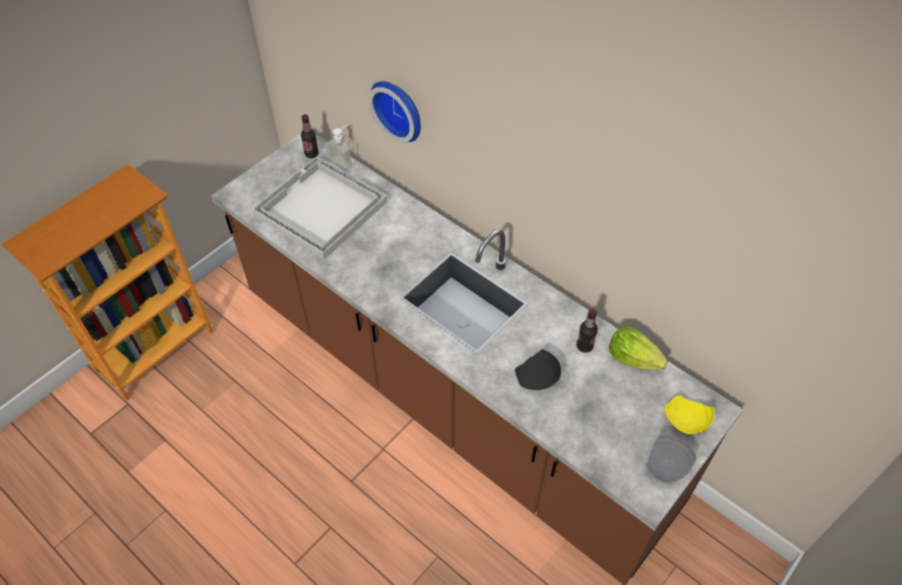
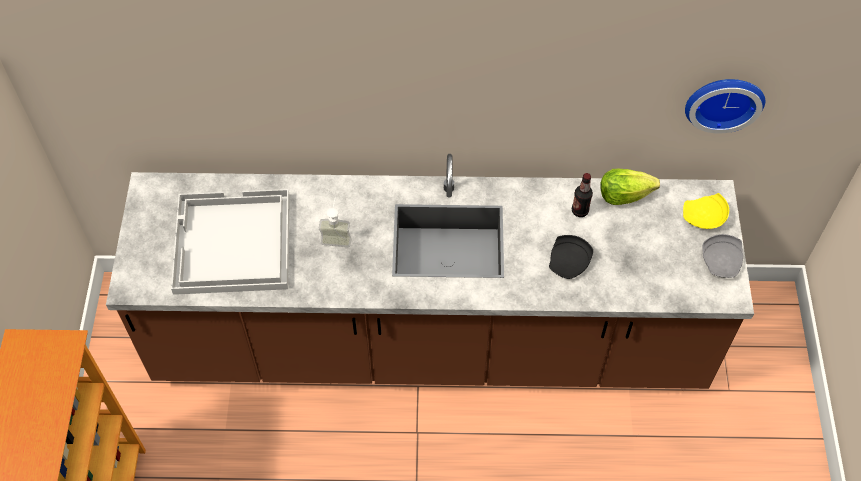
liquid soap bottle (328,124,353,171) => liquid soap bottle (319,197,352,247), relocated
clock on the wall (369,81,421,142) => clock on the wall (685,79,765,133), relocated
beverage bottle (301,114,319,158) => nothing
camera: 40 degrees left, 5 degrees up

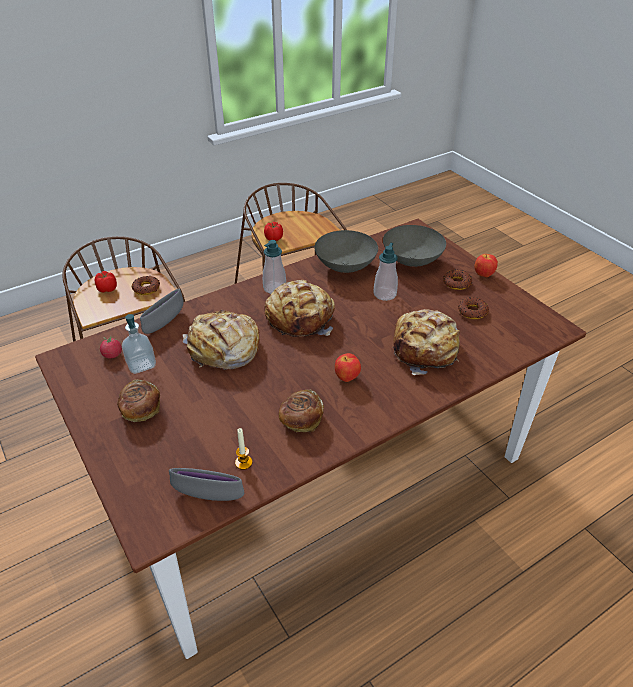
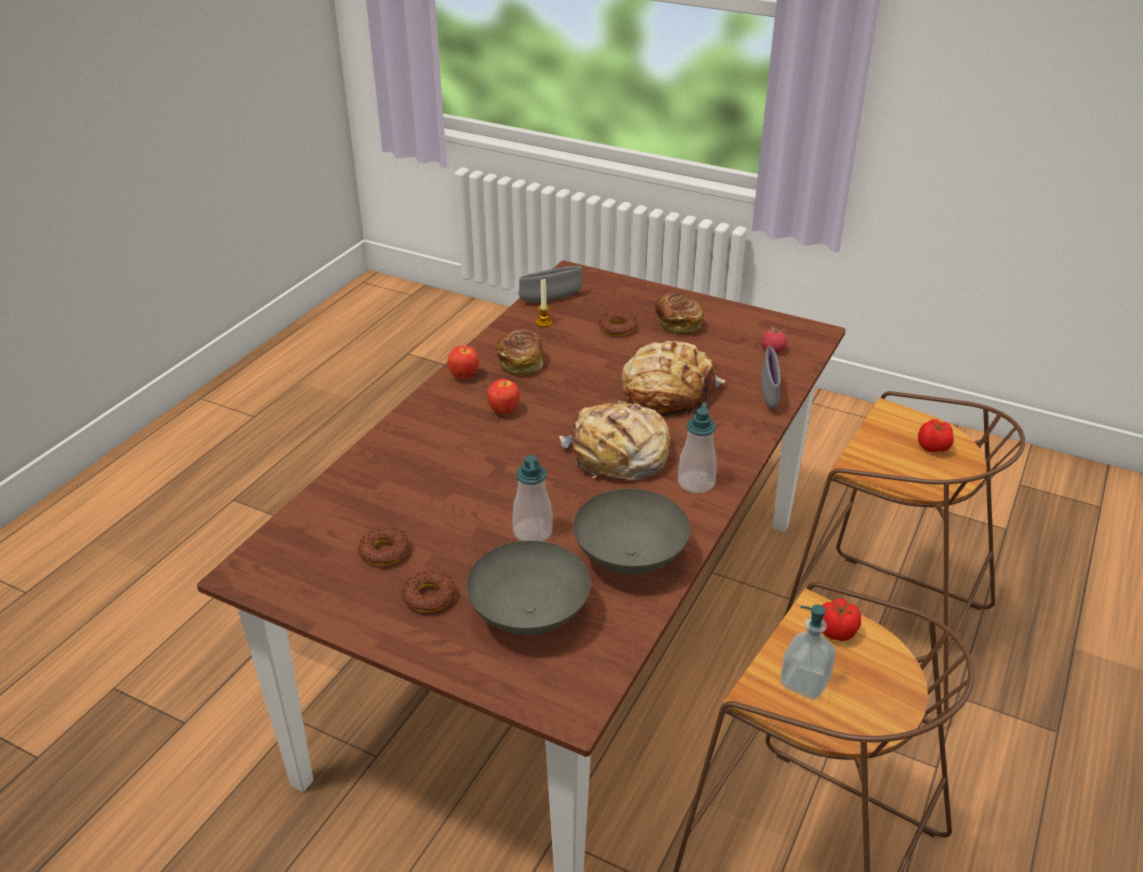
apple fruit (474,254,498,278) => apple fruit (448,346,479,379), relocated
donut (131,276,160,295) => donut (598,311,637,336), relocated
liquid soap bottle (122,314,156,374) => liquid soap bottle (780,605,836,699), relocated
bread (393,309,460,375) => nothing
camera: 150 degrees right, 5 degrees down

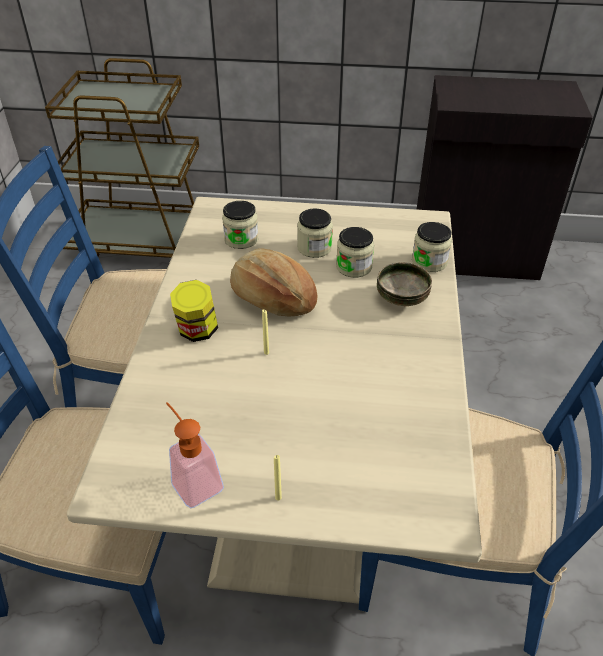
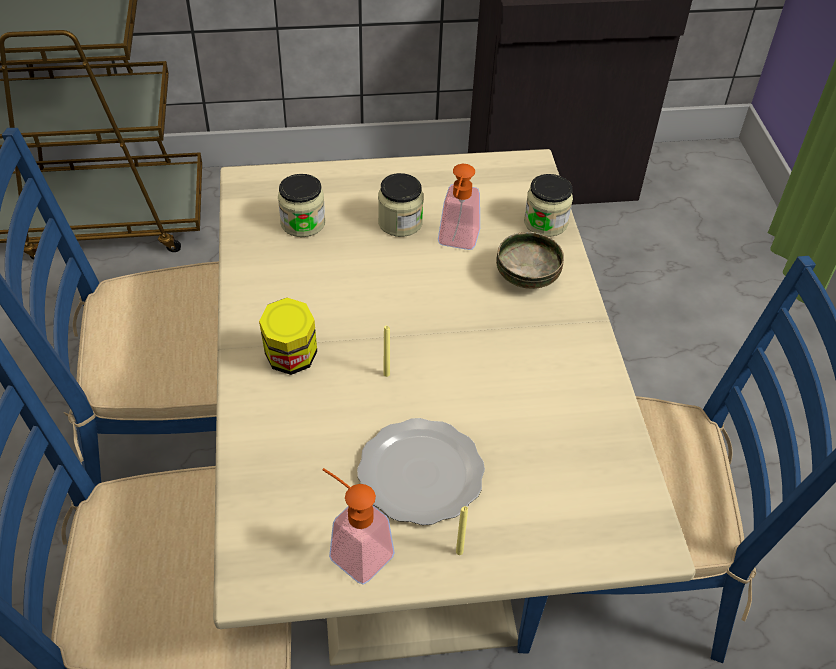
nothing => flat dish (357,418,485,525)
jar (336,227,374,278) => liquid soap bottle (438,164,480,250)
bread (230,248,318,316) => nothing
camera: 15 degrees left, 5 degrees up

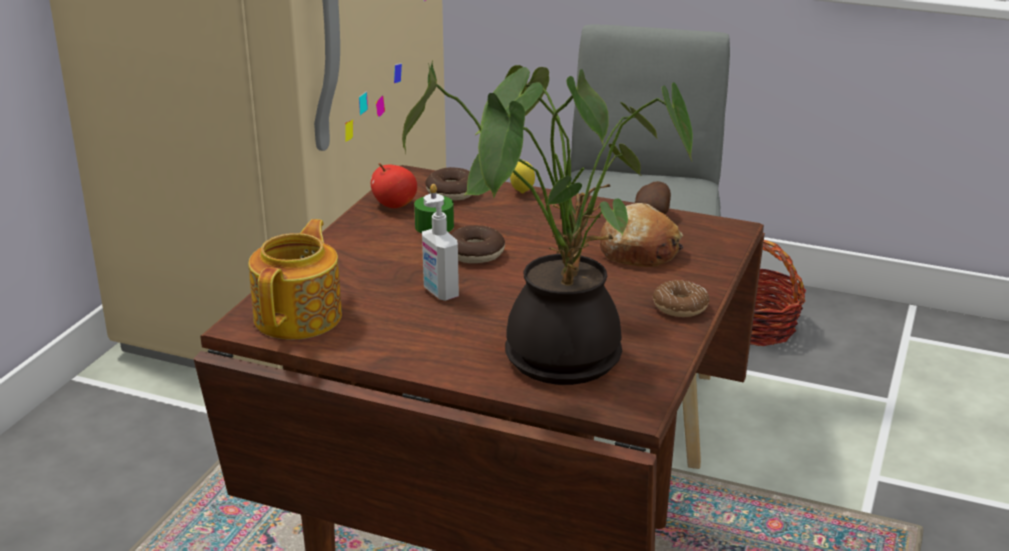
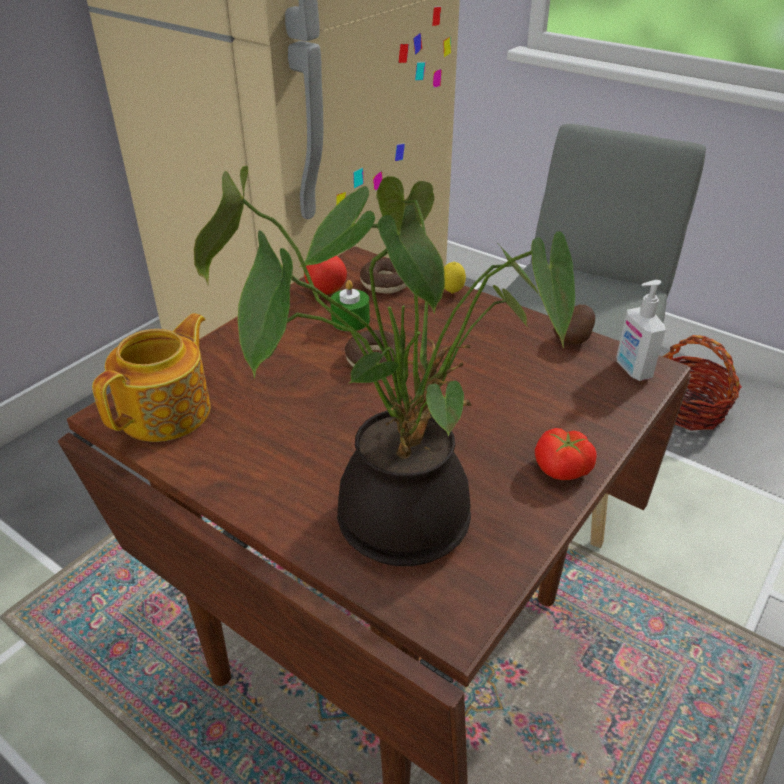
donut (653,280,710,317) => tomato (535,428,597,480)
liquid soap bottle (422,197,459,301) => liquid soap bottle (616,280,666,381), relocated
bread (600,203,683,267) => nothing
camera: 15 degrees right, 10 degrees up

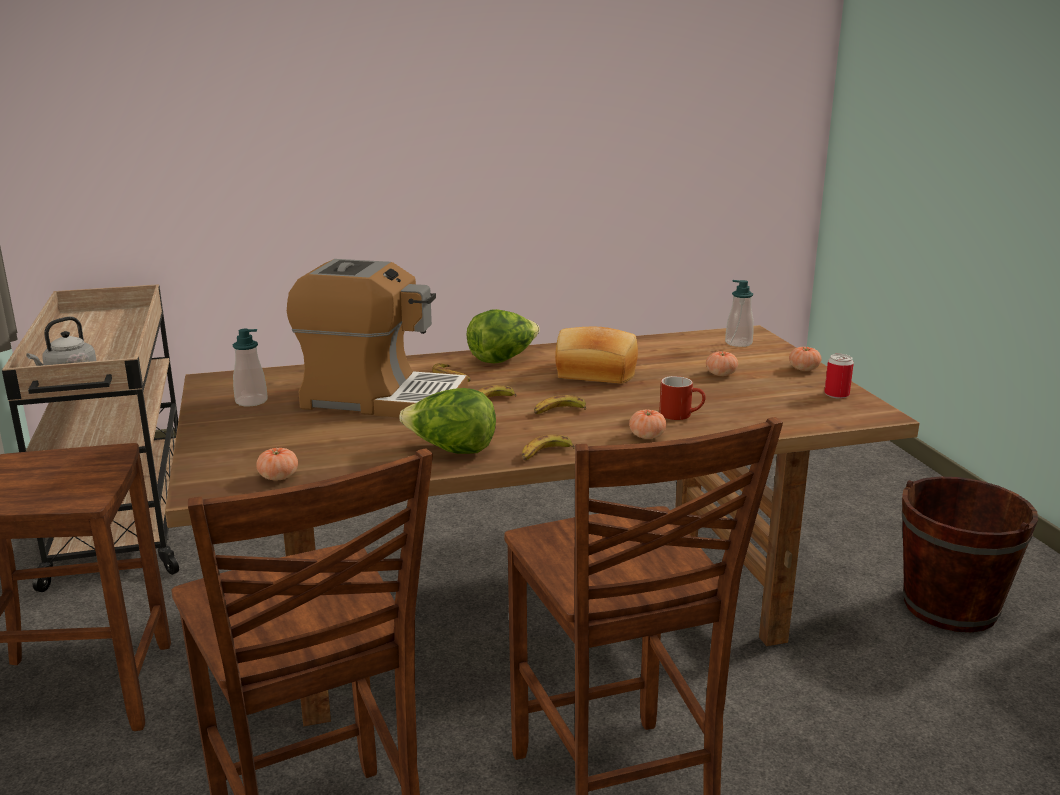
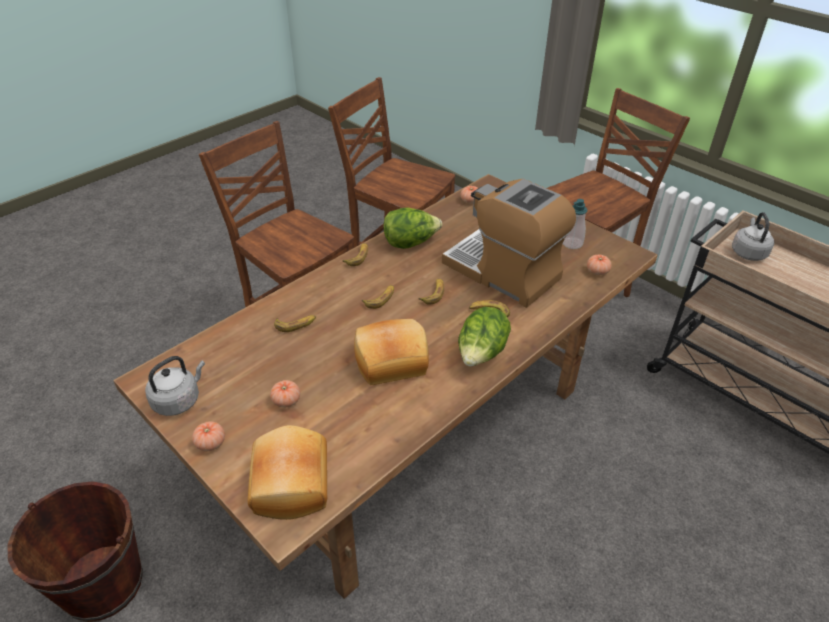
can (824,354,854,399) => tea kettle (grey) (145,356,205,416)
liquid soap bottle (725,280,754,347) => bread (248,425,327,520)
coffee mug (reddish) (659,376,706,420) => banana (274,315,316,332)
coffee brewer (287,259,468,418) => coffee brewer (442,179,576,308), 60 degrees clockwise
tomato (629,410,666,439) => tomato (587,254,612,275), relocated
camera: 150 degrees right, 20 degrees up

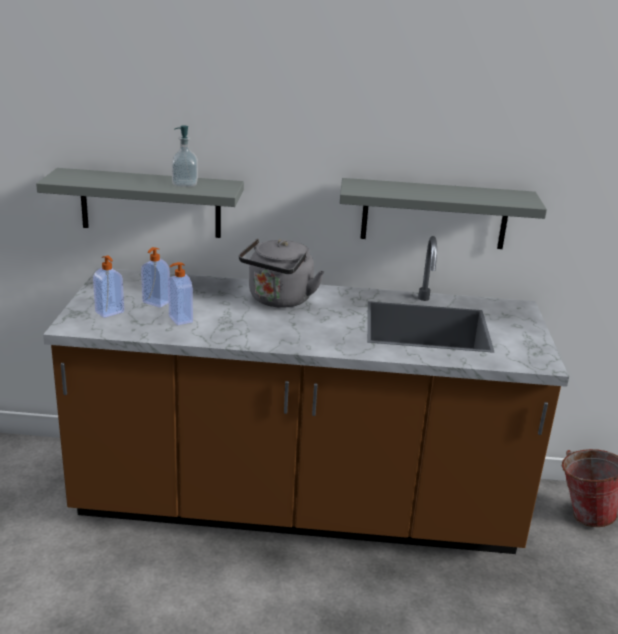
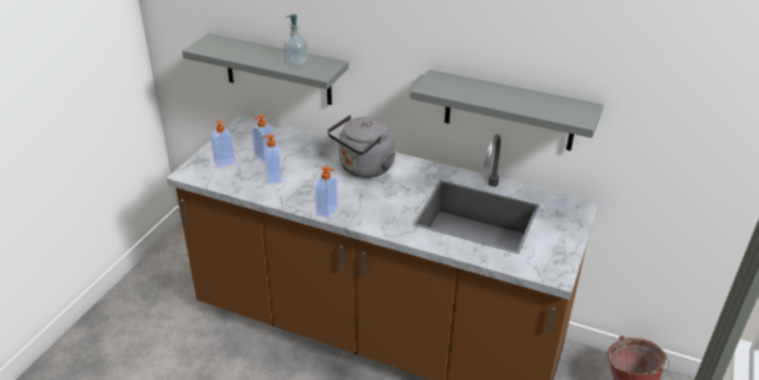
nothing => liquid soap bottle (315,166,338,218)
camera: 20 degrees right, 10 degrees up

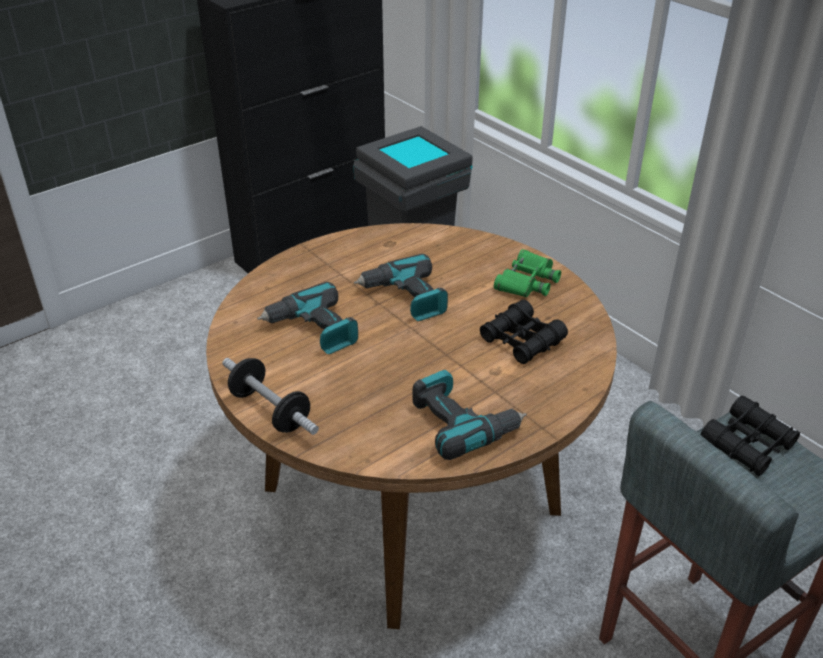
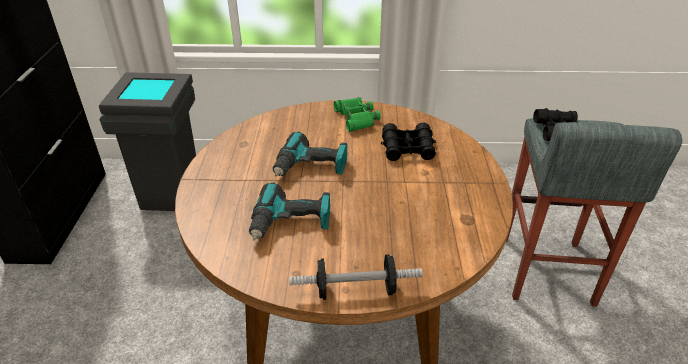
drill (412,370,527,460) => nothing
camera: 50 degrees left, 0 degrees up

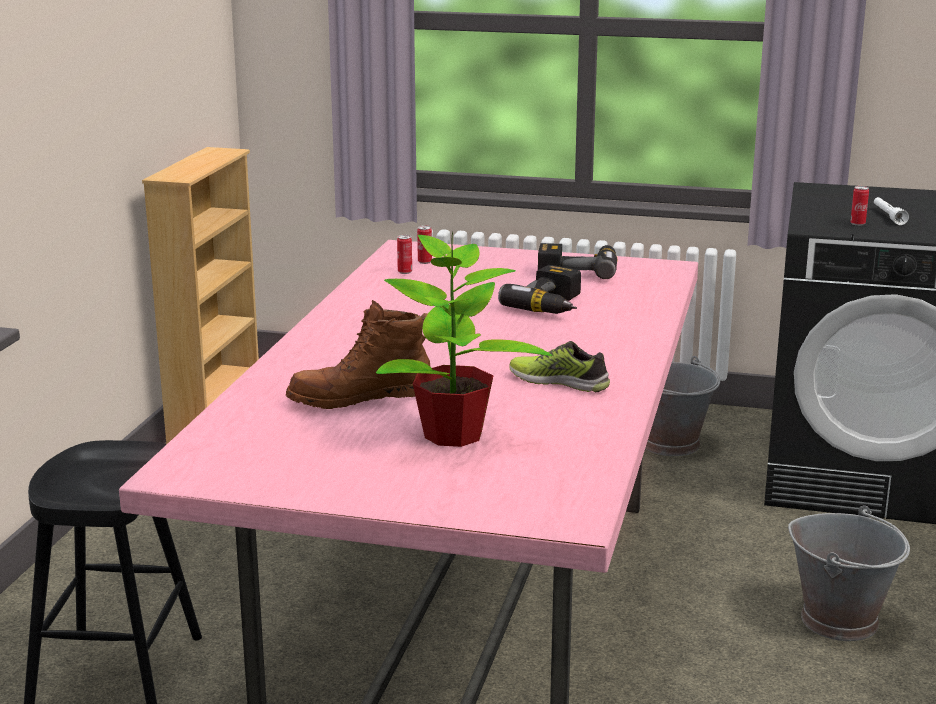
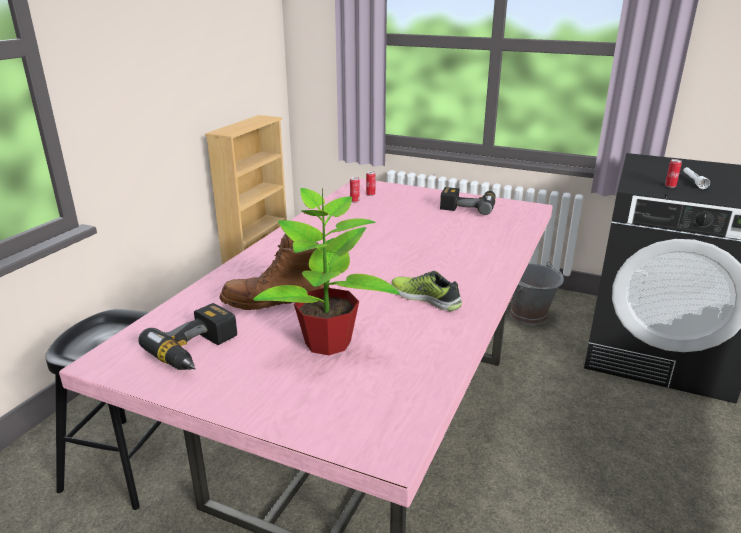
drill (498,265,581,314) => drill (138,303,237,370), relocated
water bucket (grey) (788,506,910,641) => nothing
camera: 10 degrees right, 5 degrees up

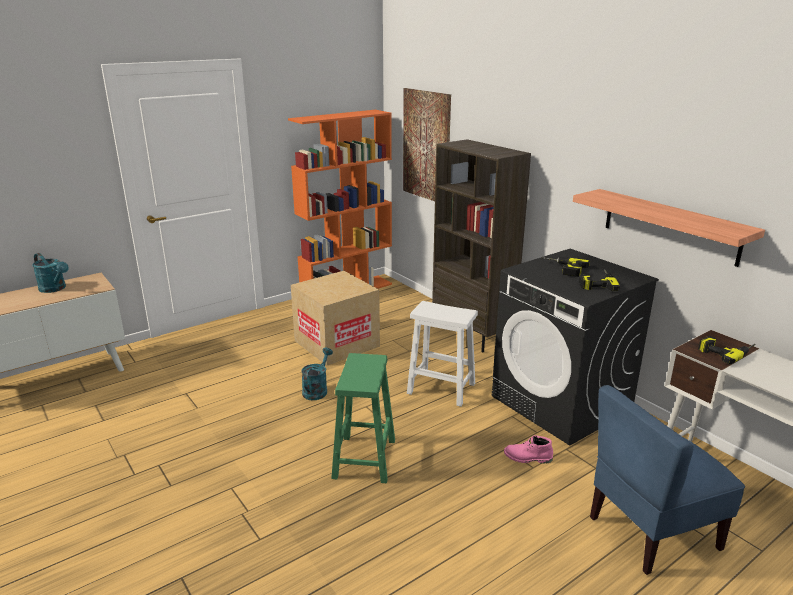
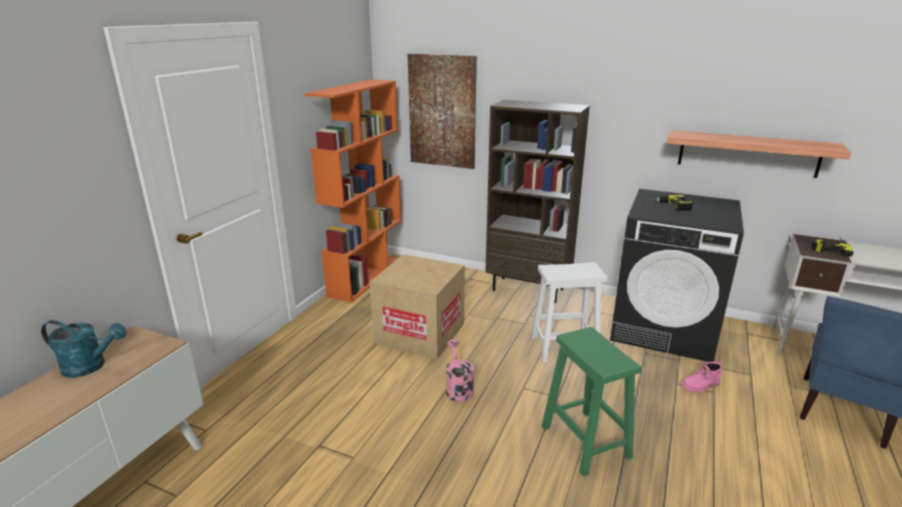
watering can (blue-green) (301,348,333,400) => watering can (pink) (446,339,474,402)
drill (579,270,620,291) => nothing
camera: 30 degrees left, 0 degrees up

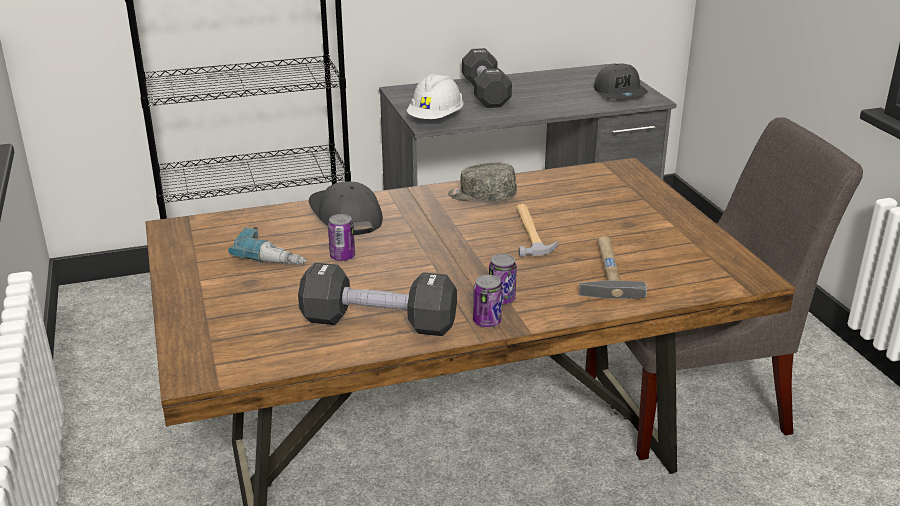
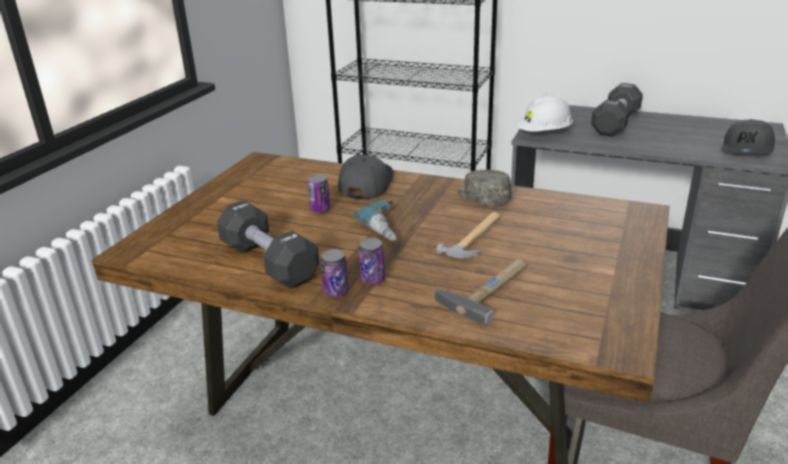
drill (228,227,307,264) => drill (355,199,397,242), relocated
camera: 40 degrees right, 0 degrees up

